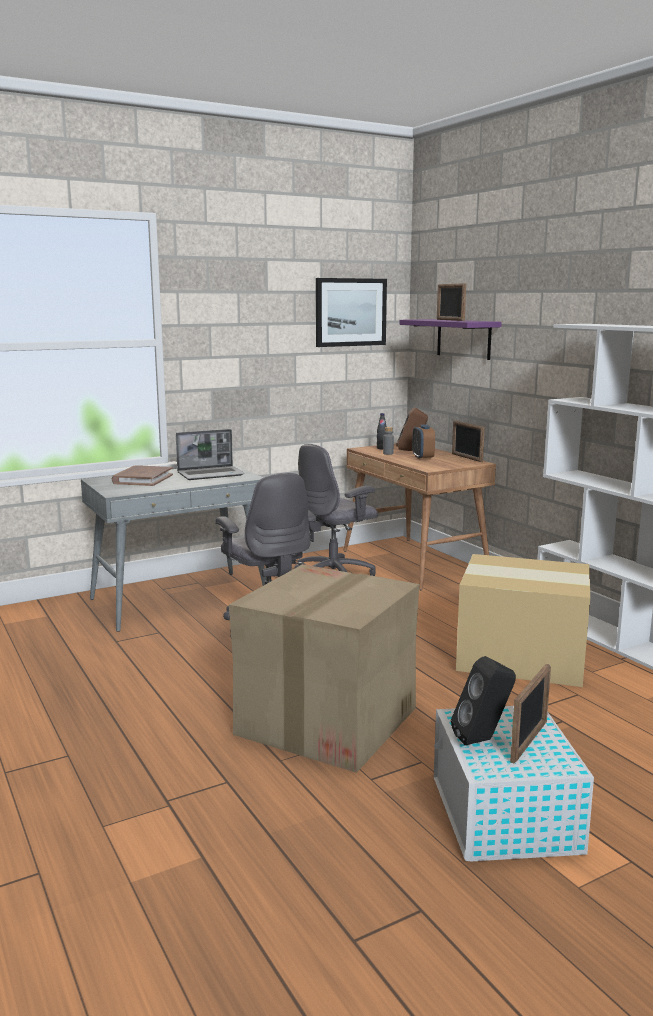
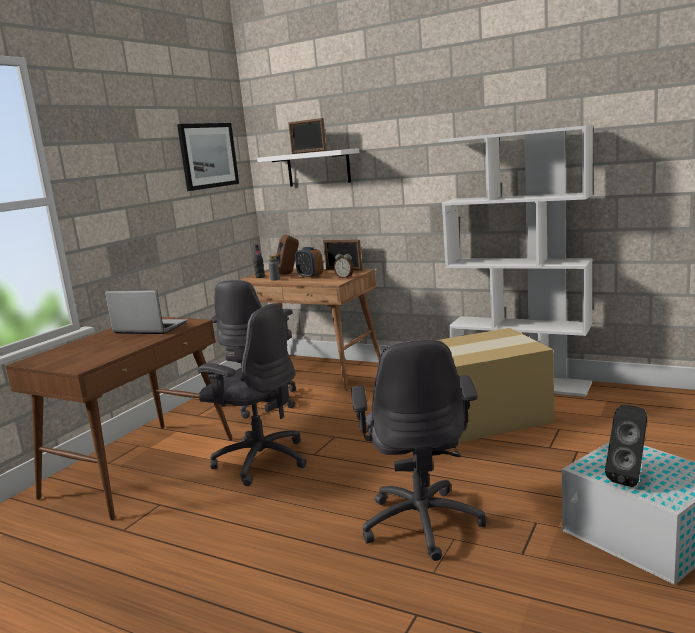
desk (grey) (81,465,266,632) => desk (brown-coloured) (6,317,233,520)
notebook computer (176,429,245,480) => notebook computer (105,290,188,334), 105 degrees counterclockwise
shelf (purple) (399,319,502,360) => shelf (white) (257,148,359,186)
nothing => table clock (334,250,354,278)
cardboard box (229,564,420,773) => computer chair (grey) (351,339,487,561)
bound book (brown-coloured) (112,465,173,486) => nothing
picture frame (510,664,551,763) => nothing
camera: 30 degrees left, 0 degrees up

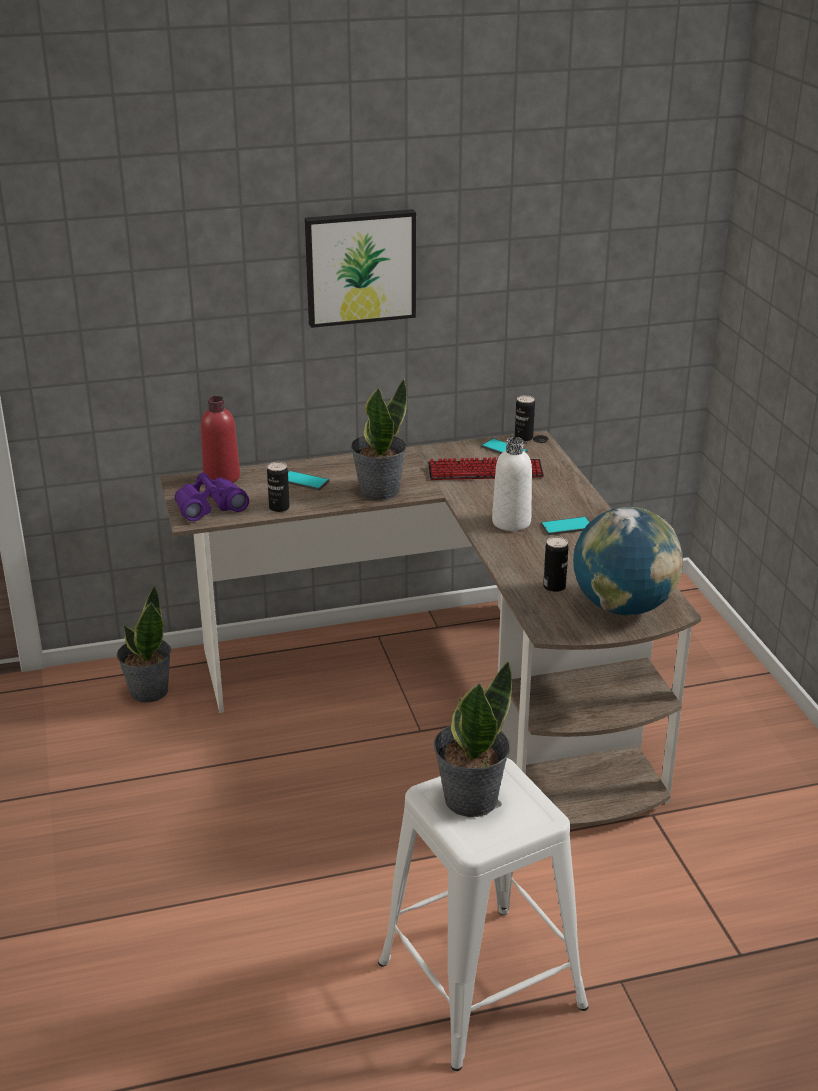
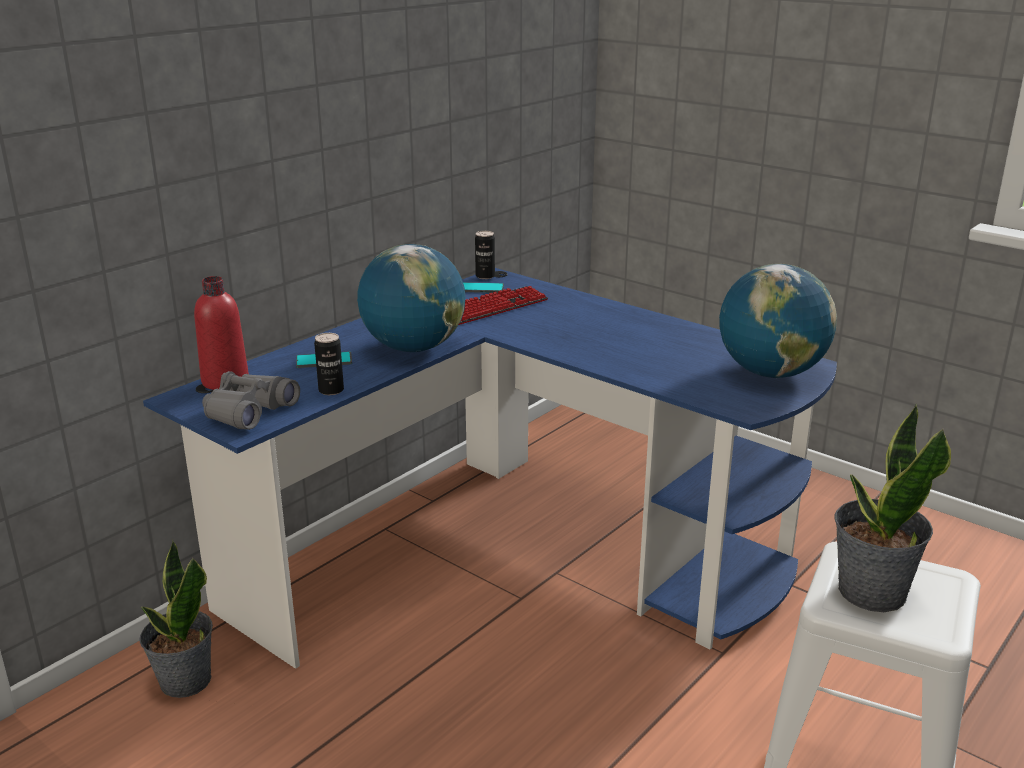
desk (brown-coloured) (160,431,701,828) => desk (bluish) (143,268,837,669)
pair of binoculars (purple) (175,473,249,521) => pair of binoculars (grey) (202,371,300,430)
plant in a pot (351,378,407,500) => world globe (357,244,466,352)
wall picture (305,209,416,328) => nothing
beverage bottle (white) (492,437,532,531) => nothing
phone (541,516,590,535) => nothing
can (543,537,569,592) => nothing
camera: 35 degrees left, 5 degrees down

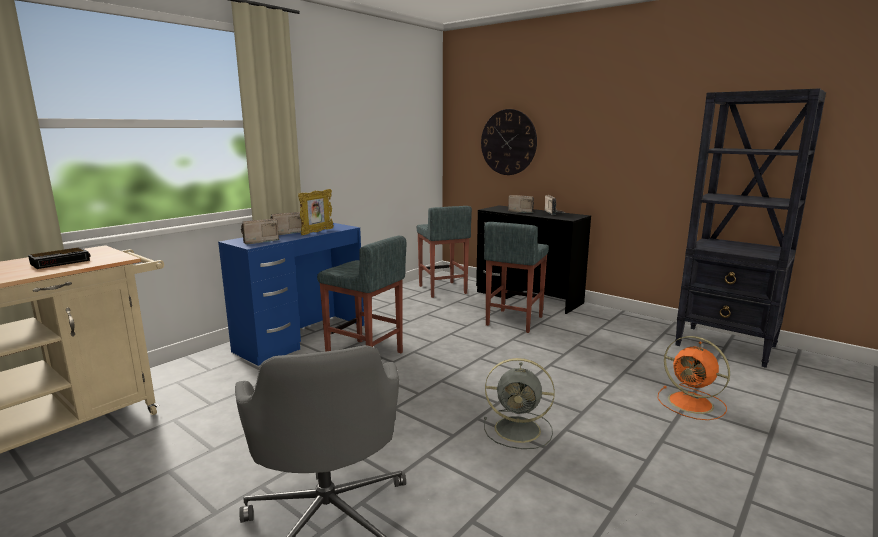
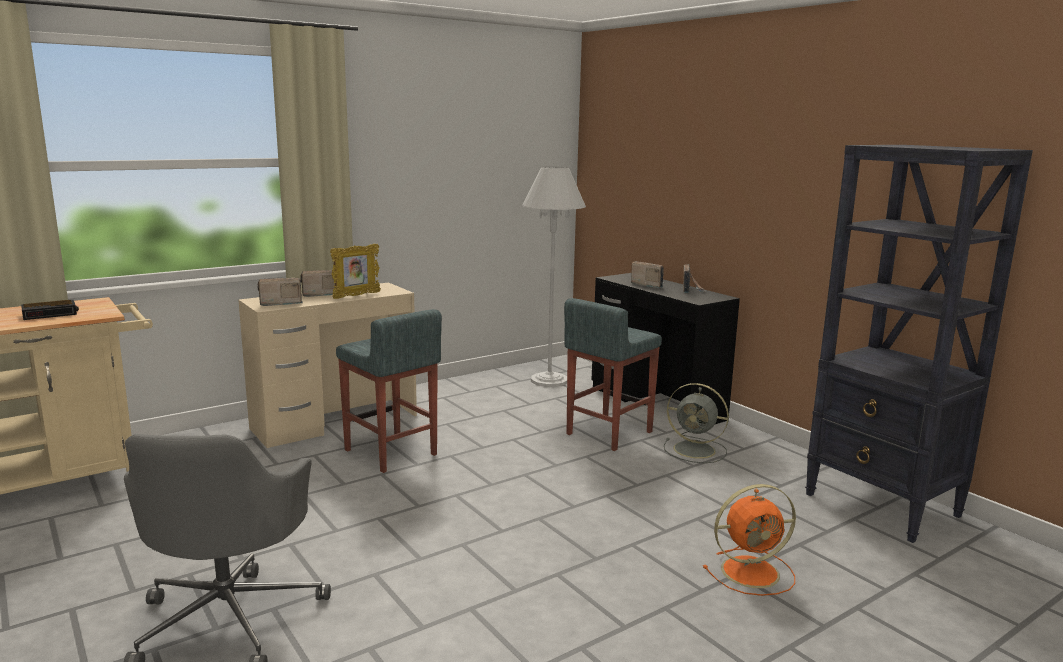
desk (bluish) (218,223,364,366) => desk (sand-coloured) (238,282,417,448)
stool seat (grey) (417,206,472,298) => standard lamp (white) (522,167,586,387)
electric fan (grey) (484,358,555,449) => electric fan (grey) (664,383,729,463), relocated
electric fan (orange-coloured) (658,336,730,420) => electric fan (orange-coloured) (703,484,796,596), 75 degrees counterclockwise
clock on the wall (481,109,537,175) => nothing
camera: 15 degrees right, 0 degrees up

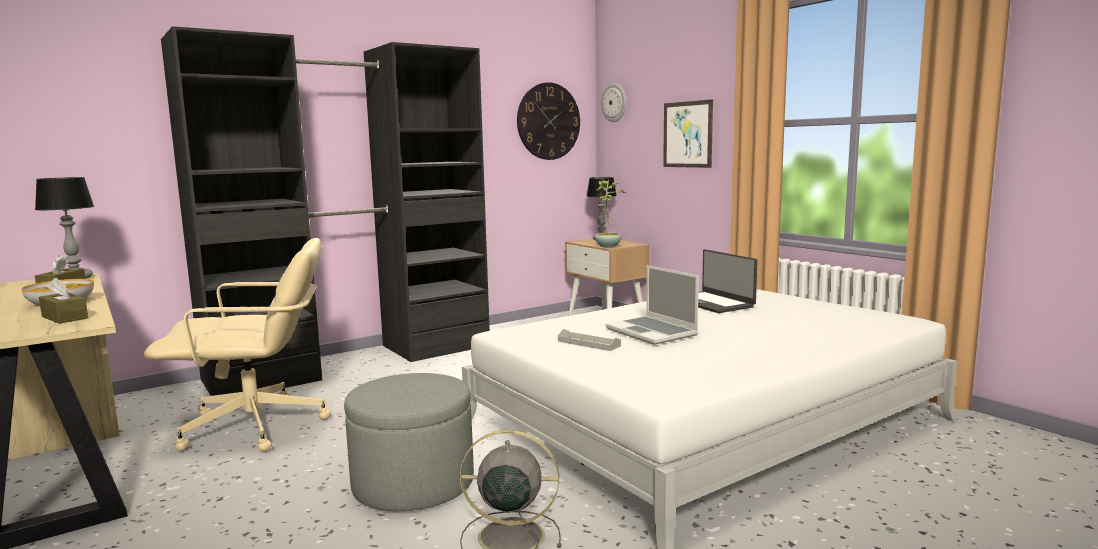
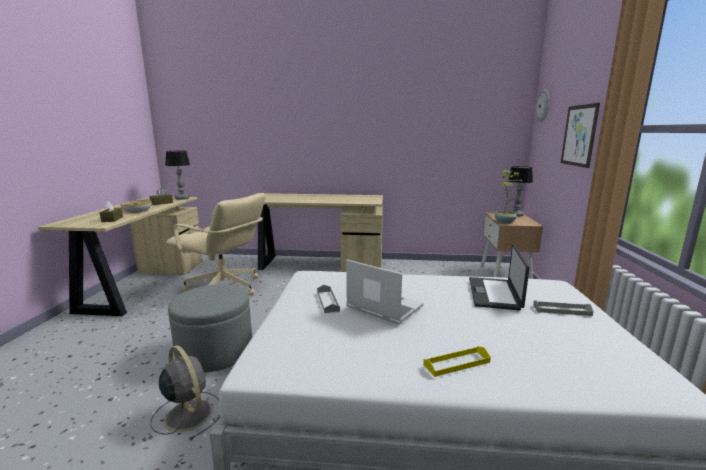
clothes cupboard (black-coloured) (161,26,490,396) => desk (sand-coloured) (258,193,383,272)
notebook computer (606,265,699,345) => notebook computer (346,260,423,324), 120 degrees clockwise
nothing => serving tray (yellow-coloured) (423,346,491,377)
nothing => serving tray (grey) (533,301,594,316)
clock on the wall (517,82,580,160) => nothing
camera: 40 degrees right, 5 degrees up

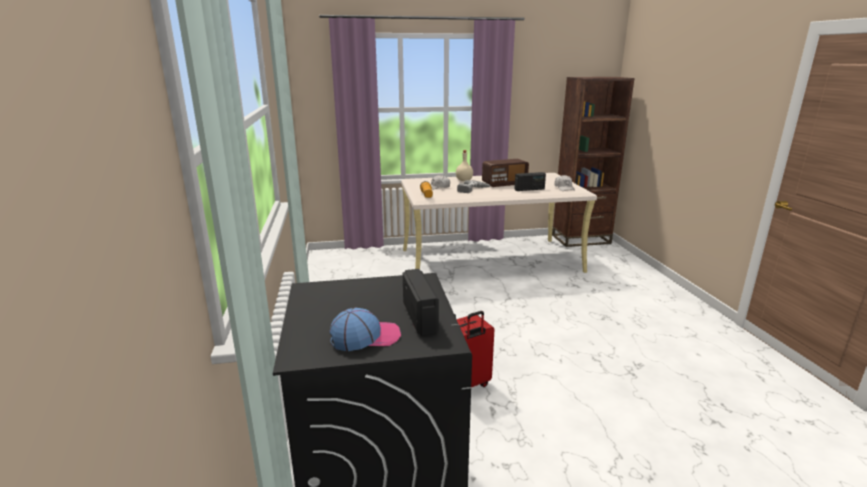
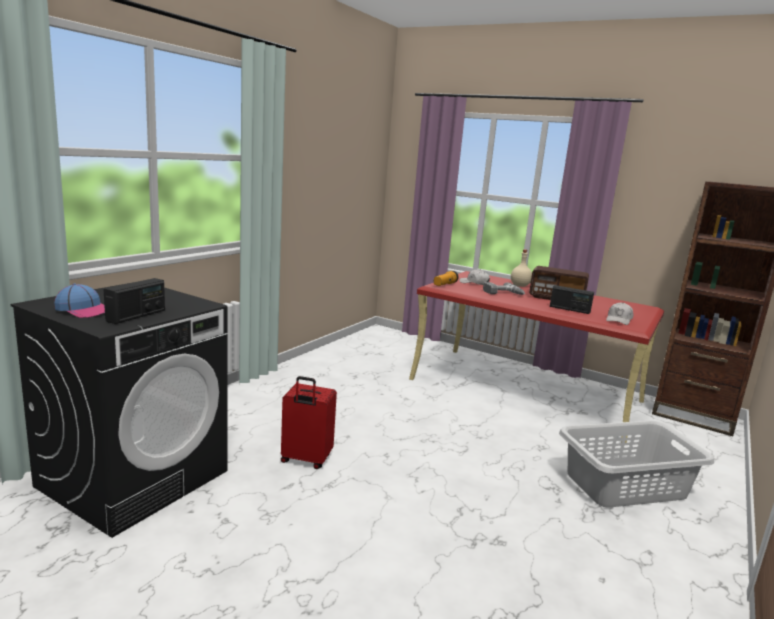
desk (sand-coloured) (401,173,597,273) => desk (reddish) (409,271,664,443)
nothing => hamper (grey) (559,421,714,508)
camera: 40 degrees right, 5 degrees down

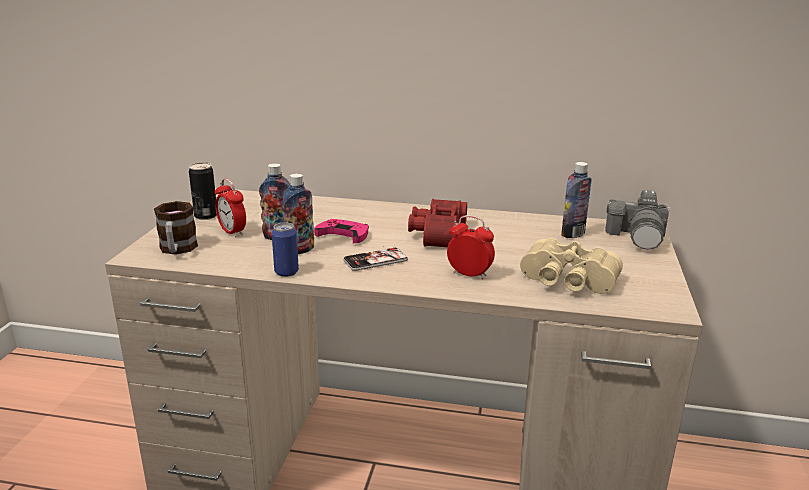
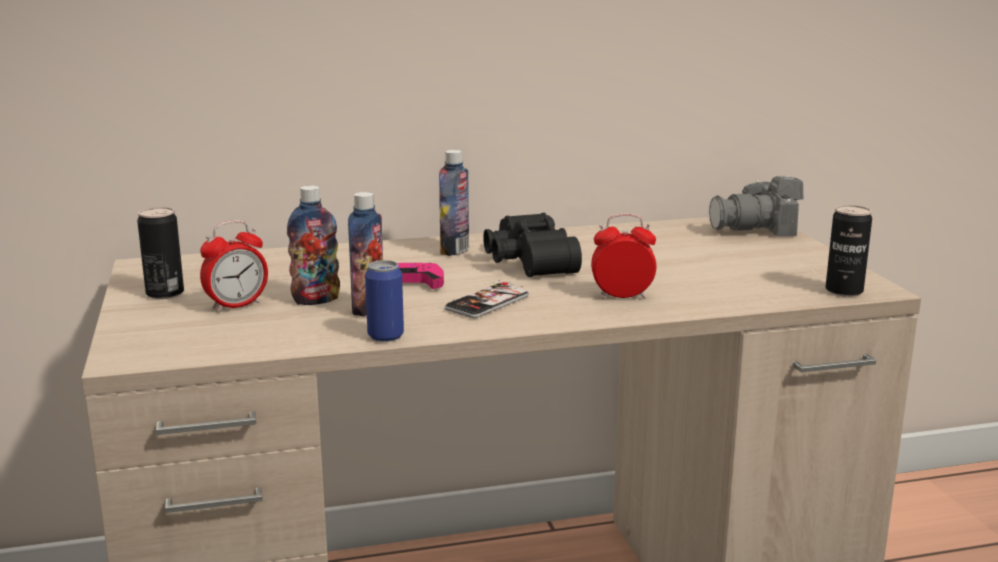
table clock (215,178,246,237) => table clock (200,220,268,312), 60 degrees counterclockwise
beverage bottle (561,162,592,238) => beverage bottle (439,150,469,256), relocated
pair of binoculars (reddish) (408,199,467,247) => pair of binoculars (black-coloured) (483,213,582,277)
photo camera (605,190,671,250) => photo camera (709,176,804,236), 90 degrees clockwise
nothing => can (825,205,872,297)
coffee mug (154,201,198,255) => nothing
pair of binoculars (sand-coloured) (520,238,623,294) => nothing
camera: 25 degrees left, 5 degrees down

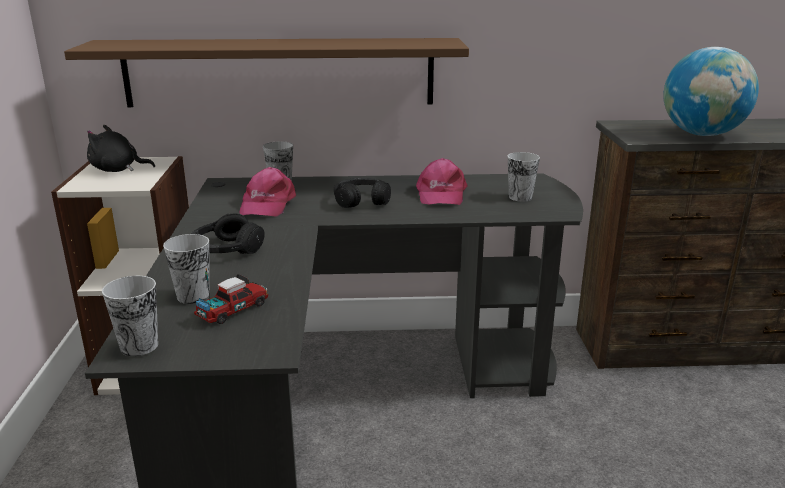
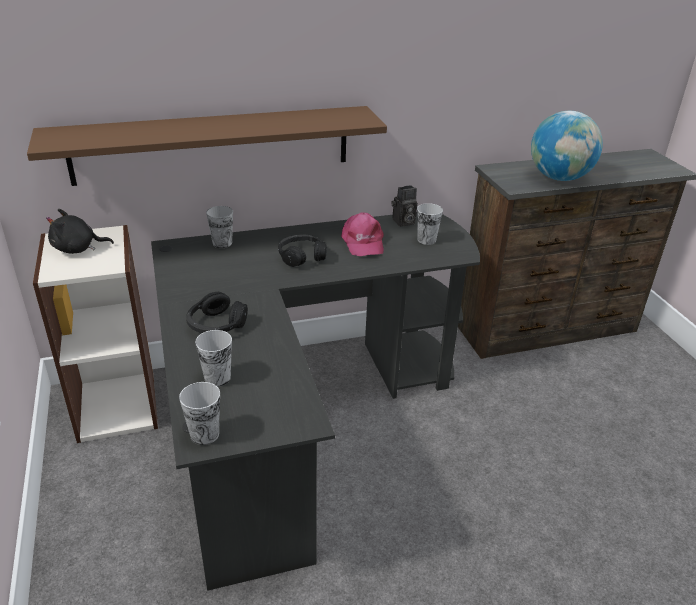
nothing => photo camera (391,185,417,227)
model truck (194,268,268,324) => nothing
peaked cap (pink) (239,167,296,217) => nothing
camera: 15 degrees left, 10 degrees up

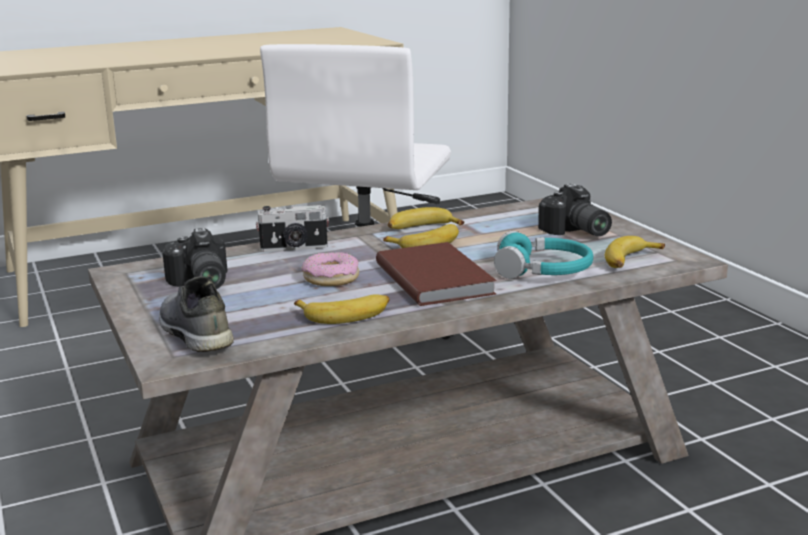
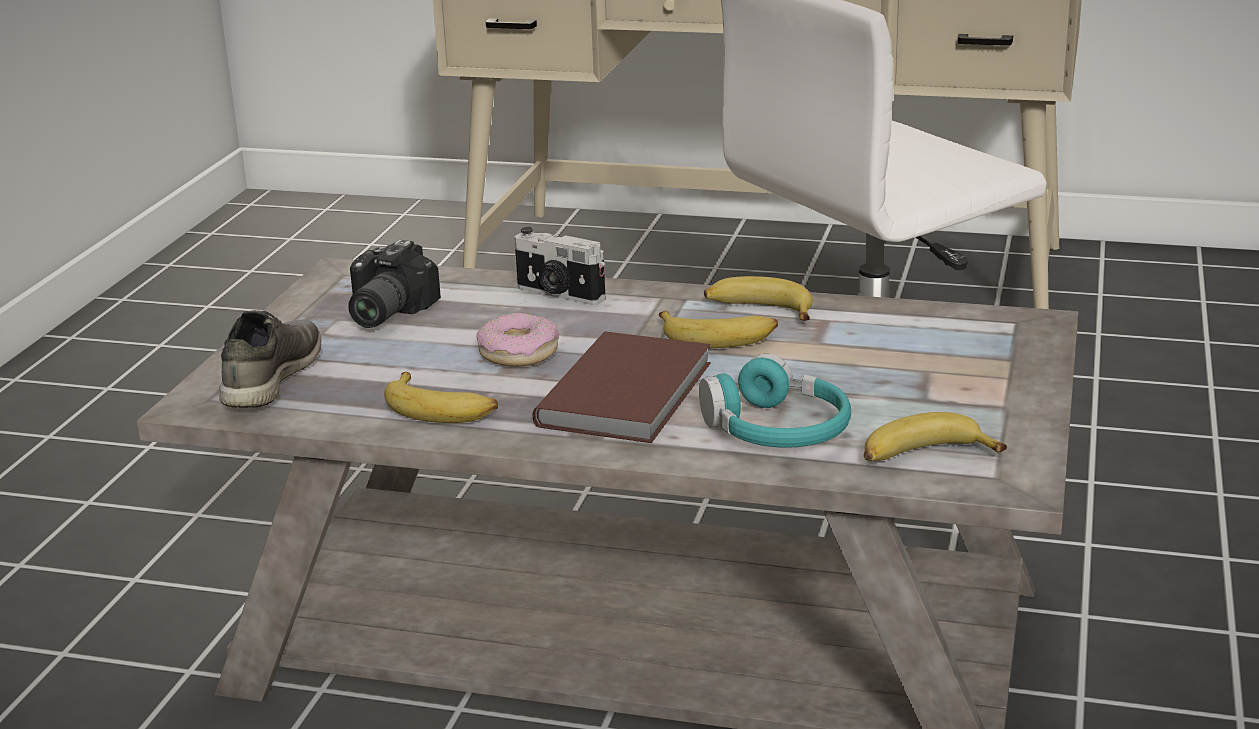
photo camera (538,183,612,236) => nothing
camera: 40 degrees right, 5 degrees up

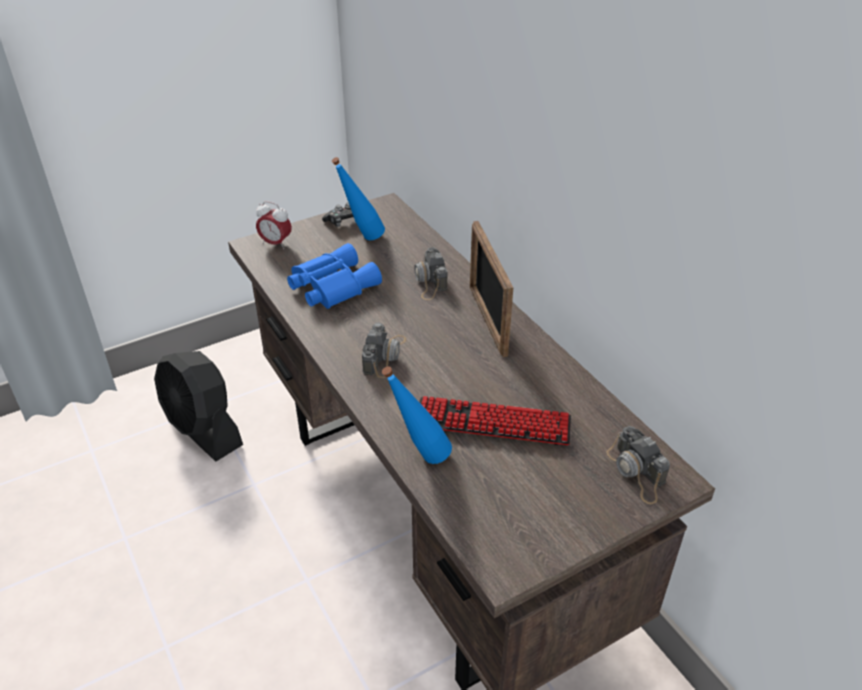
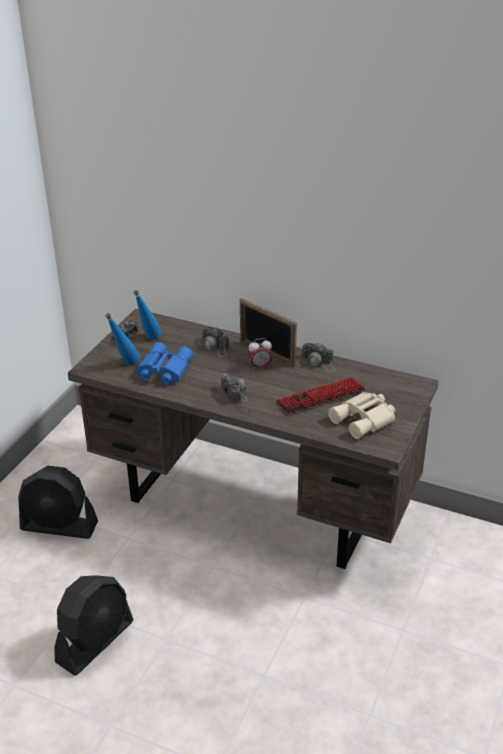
nothing => electric fan (black-coloured) (54,575,134,676)
beverage bottle (bluish) (382,366,452,464) => beverage bottle (bluish) (105,314,140,365), relocated
table clock (256,201,292,249) => table clock (248,338,272,370), relocated
photo camera (606,426,670,504) => photo camera (299,342,335,372), relocated
nothing => pair of binoculars (sand-coloured) (328,392,395,439)
camera: 35 degrees left, 5 degrees down

